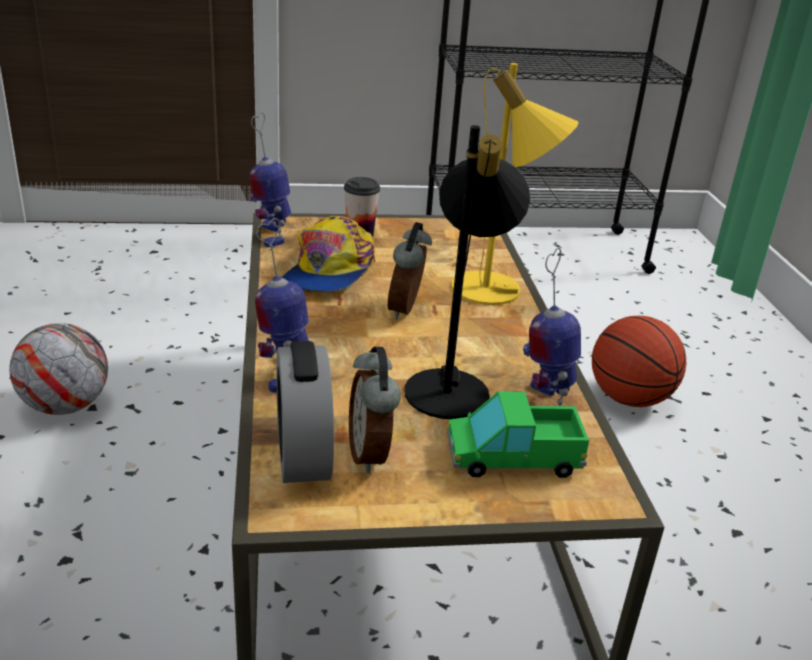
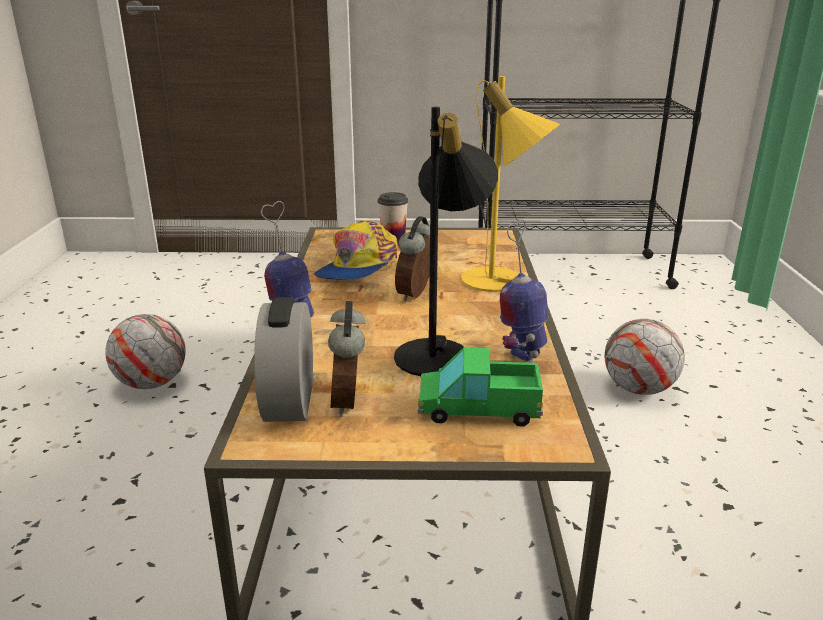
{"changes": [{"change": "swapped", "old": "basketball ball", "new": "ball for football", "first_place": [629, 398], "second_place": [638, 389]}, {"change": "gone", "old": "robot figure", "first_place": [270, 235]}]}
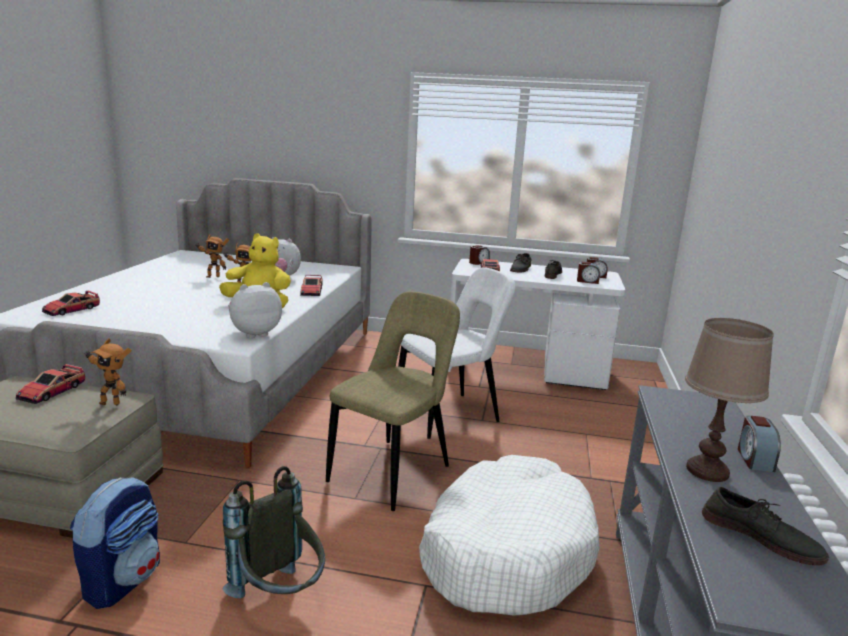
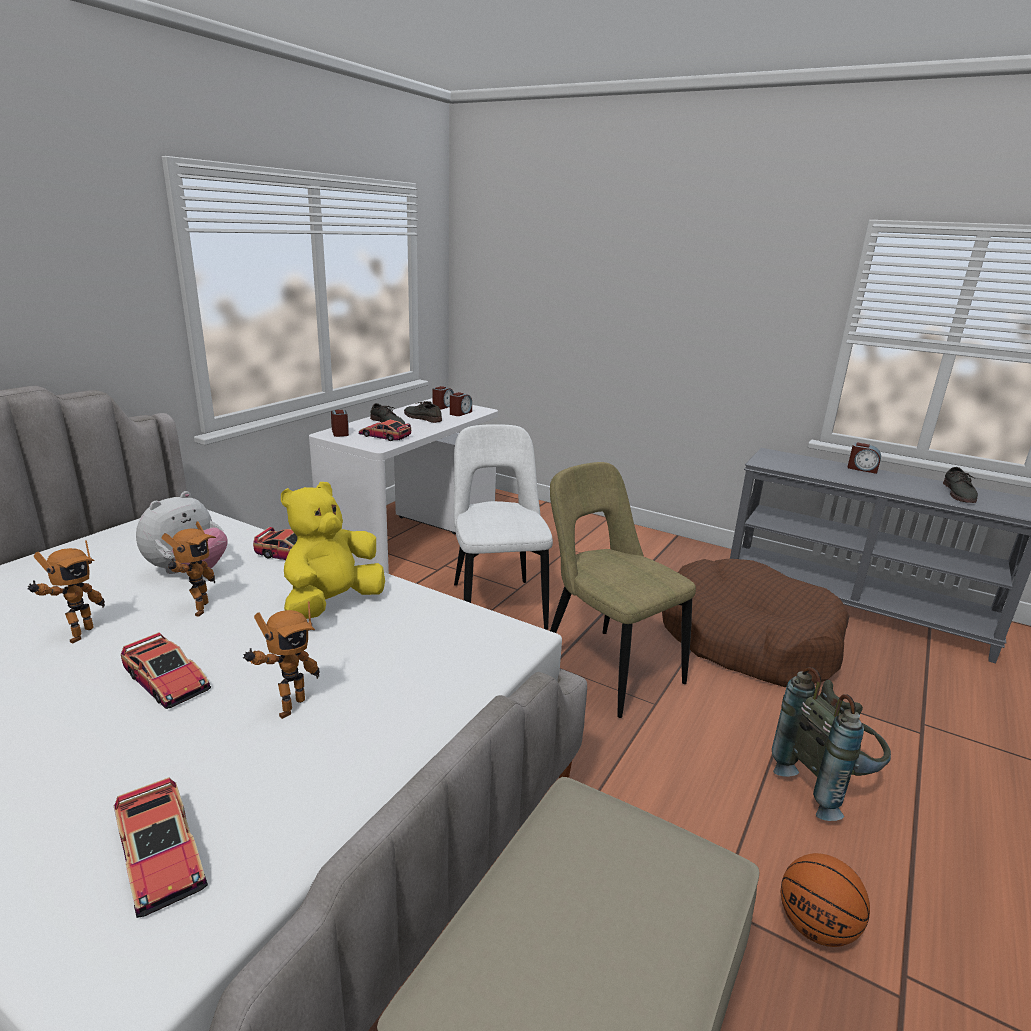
{"changes": [{"change": "shifted", "old": "miniature car", "first_place": [51, 391], "second_place": [167, 680]}, {"change": "shifted", "old": "robot figure", "first_place": [111, 403], "second_place": [288, 707]}, {"change": "repainted", "old": "white dog bed", "new": "brownish dog bed", "first_place": [506, 551], "second_place": [747, 639]}, {"change": "swapped", "old": "rucksack", "new": "basketball ball", "first_place": [123, 580], "second_place": [815, 926]}, {"change": "rotated", "old": "gray item of footwear", "first_place": [761, 536], "second_place": [959, 493], "degrees": 135}, {"change": "gone", "old": "plush toy", "first_place": [254, 333]}, {"change": "gone", "old": "brownish table lamp", "first_place": [706, 471]}]}
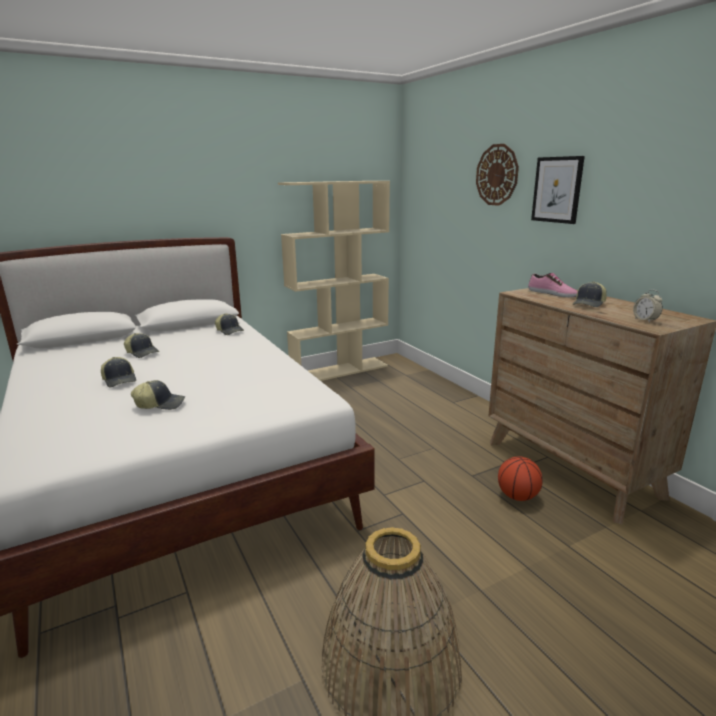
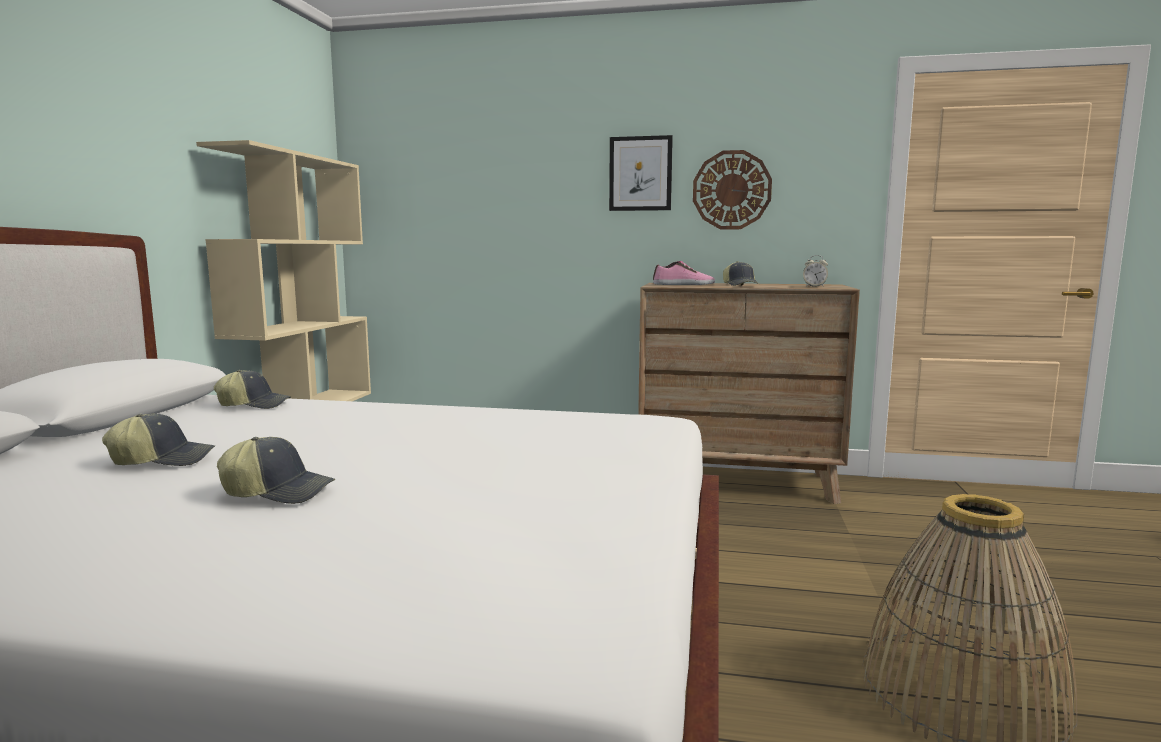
{"changes": [{"change": "shifted", "old": "wall clock", "first_place": [497, 175], "second_place": [731, 190]}, {"change": "gone", "old": "cap", "first_place": [160, 404]}, {"change": "gone", "old": "basketball ball", "first_place": [517, 496]}]}
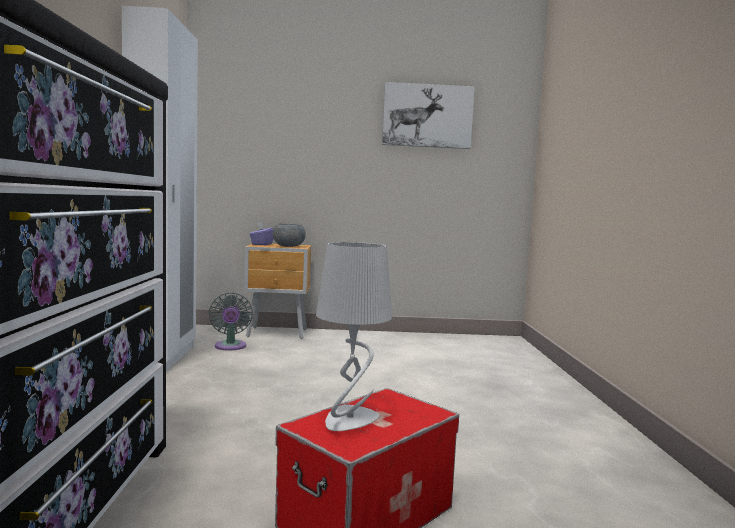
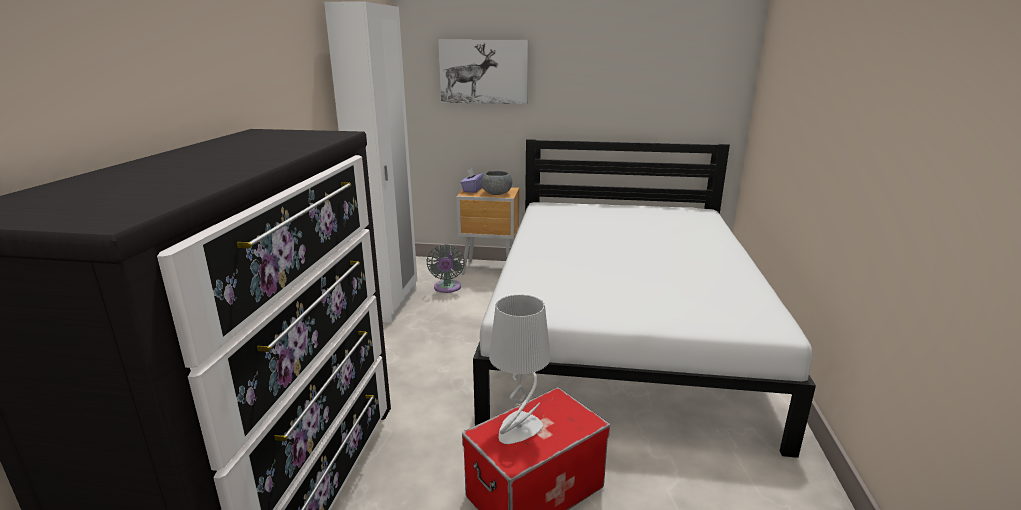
{"changes": [{"change": "shifted", "old": "wall picture", "first_place": [427, 116], "second_place": [484, 71]}, {"change": "new", "new": "white bedroom bed", "second_place": [621, 332]}]}
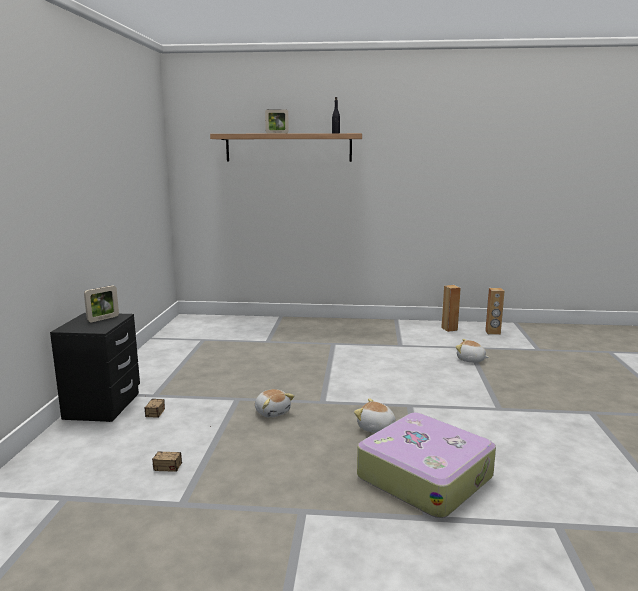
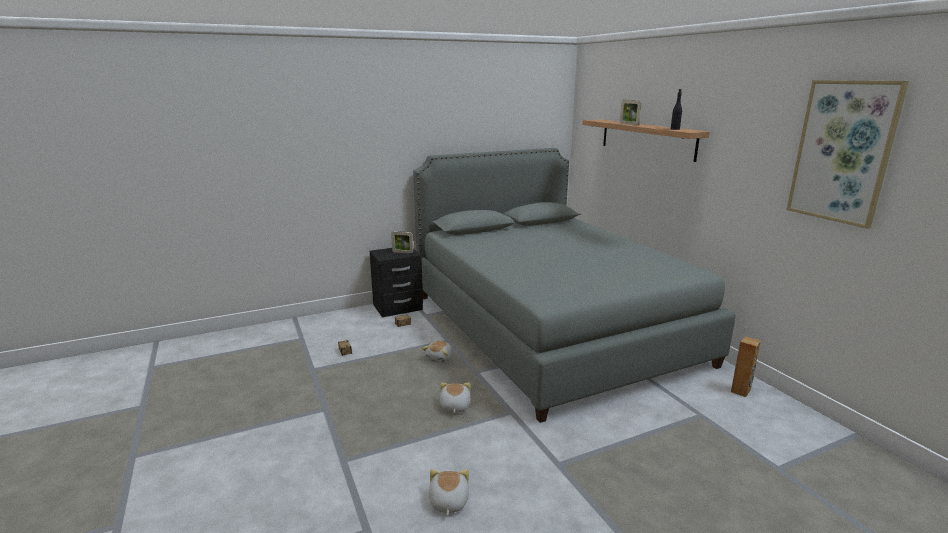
{"changes": [{"change": "new", "new": "gray bedroom bed", "second_place": [550, 327]}, {"change": "shifted", "old": "plush toy", "first_place": [470, 360], "second_place": [448, 502]}, {"change": "new", "new": "wall picture", "second_place": [843, 152]}, {"change": "gone", "old": "piece of luggage", "first_place": [425, 476]}, {"change": "gone", "old": "brownish speaker", "first_place": [493, 332]}]}
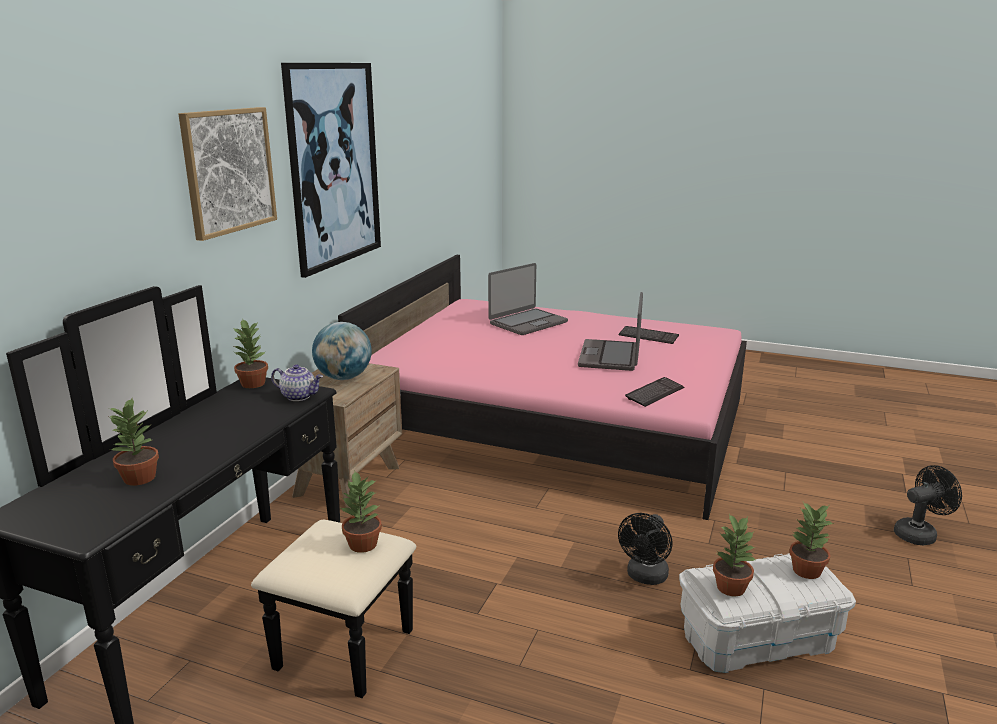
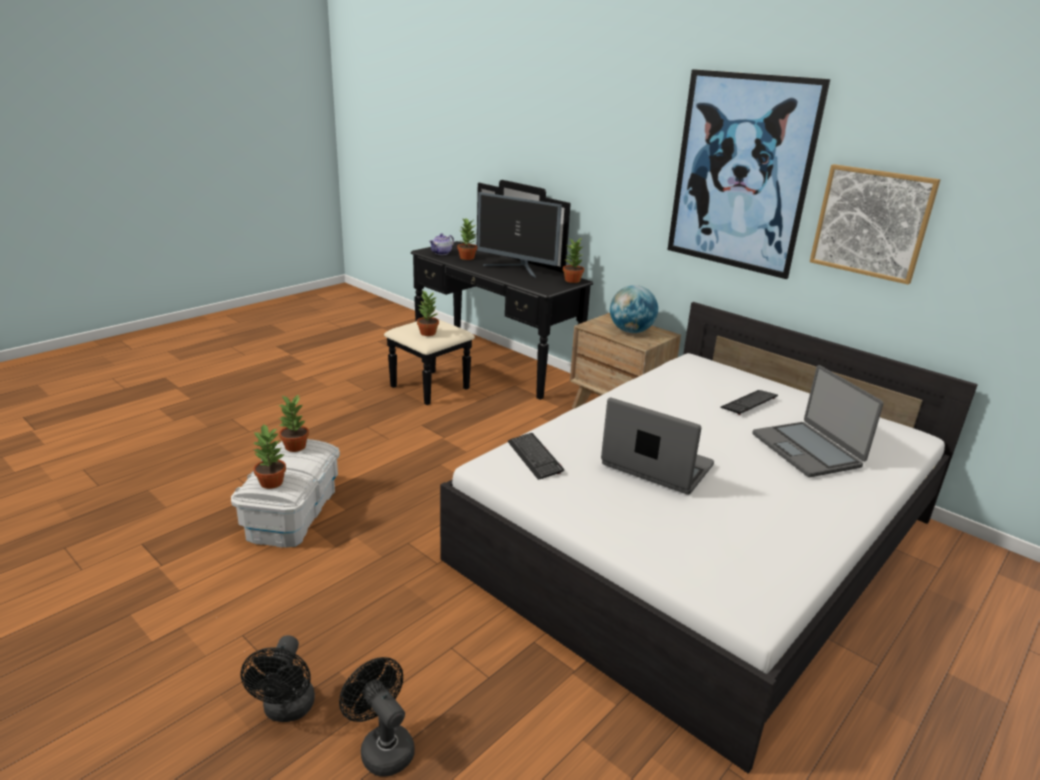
{"changes": [{"change": "shifted", "old": "black-coloured cooling fan", "first_place": [645, 577], "second_place": [382, 747]}, {"change": "shifted", "old": "tea pot", "first_place": [299, 396], "second_place": [441, 253]}, {"change": "repainted", "old": "pink bedroom bed", "new": "white bedroom bed", "first_place": [556, 423], "second_place": [699, 539]}, {"change": "new", "new": "computer screen", "second_place": [517, 269]}, {"change": "shifted", "old": "computer keyboard", "first_place": [648, 336], "second_place": [749, 403]}, {"change": "shifted", "old": "wall picture", "first_place": [228, 171], "second_place": [871, 223]}]}
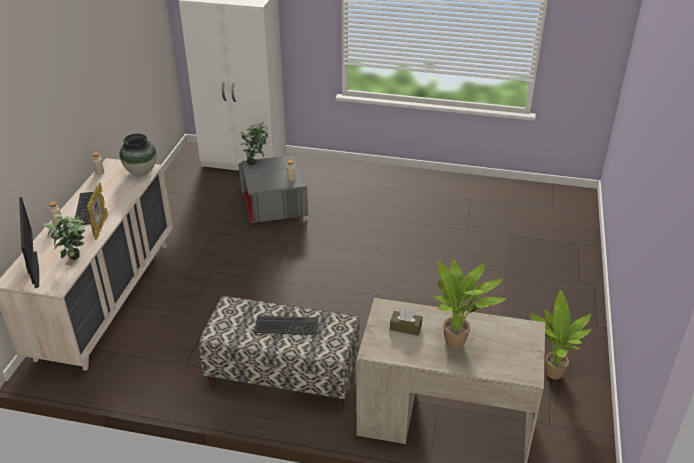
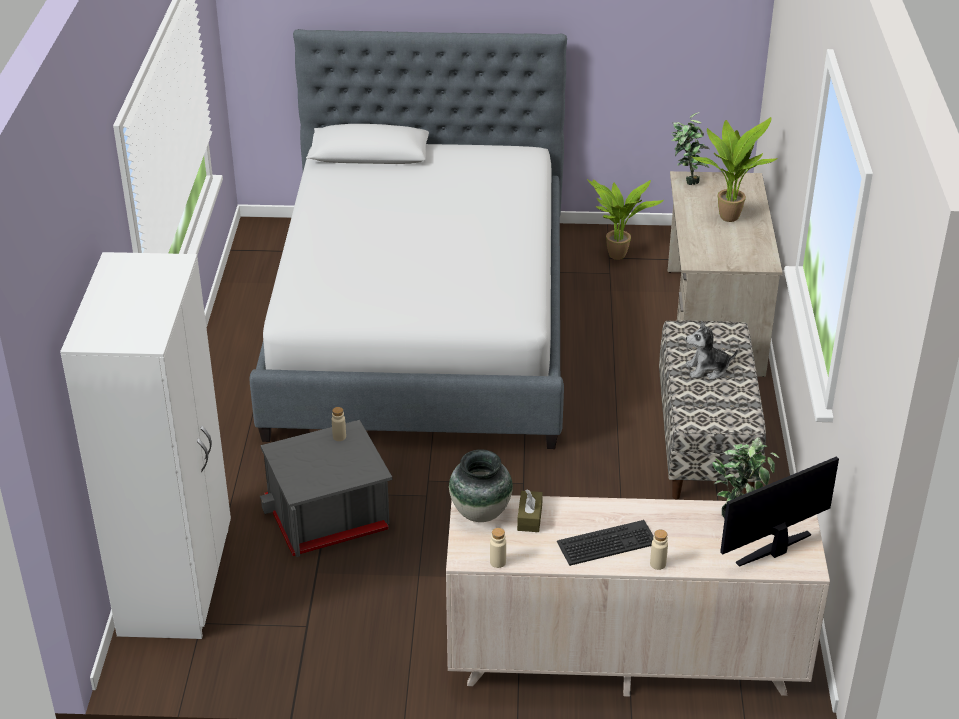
{"changes": [{"change": "new", "new": "bedroom bed", "second_place": [422, 325]}, {"change": "shifted", "old": "brownish tissue box", "first_place": [405, 327], "second_place": [529, 518]}, {"change": "shifted", "old": "potted plant", "first_place": [256, 162], "second_place": [686, 180]}, {"change": "swapped", "old": "computer keyboard", "new": "plush toy", "first_place": [286, 326], "second_place": [707, 369]}, {"change": "gone", "old": "picture frame", "first_place": [101, 227]}]}
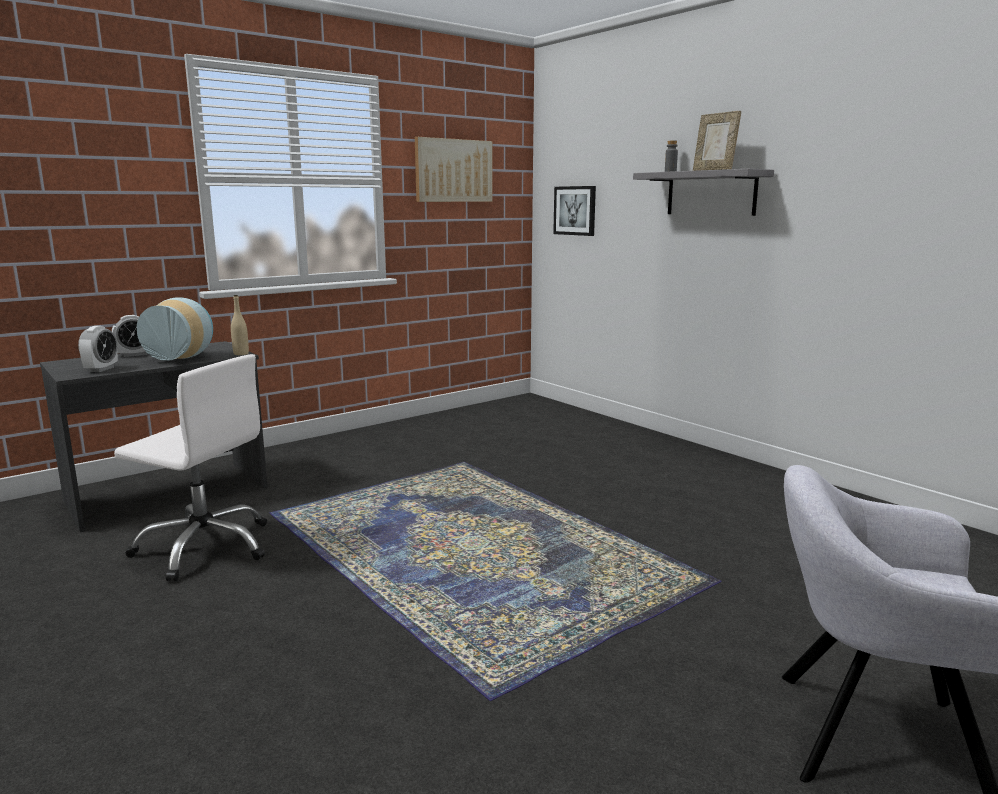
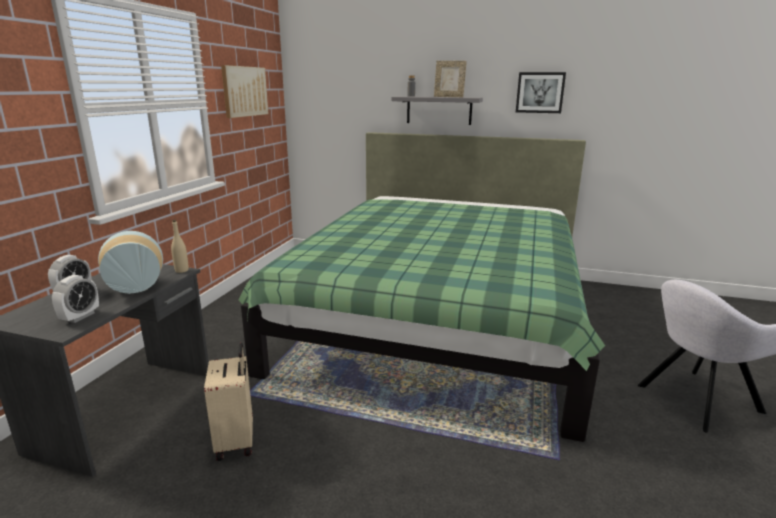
{"changes": [{"change": "rotated", "old": "alarm clock", "first_place": [101, 369], "second_place": [80, 317], "degrees": 45}, {"change": "swapped", "old": "white desk chair", "new": "beige-coloured piece of luggage", "first_place": [205, 547], "second_place": [236, 441]}, {"change": "new", "new": "greenish bedroom bed", "second_place": [437, 318]}, {"change": "shifted", "old": "wall picture", "first_place": [575, 210], "second_place": [540, 92]}]}
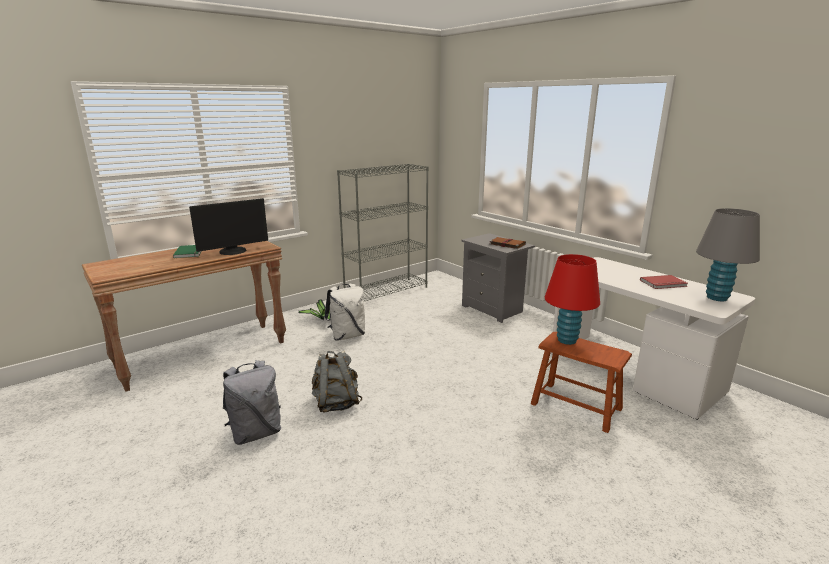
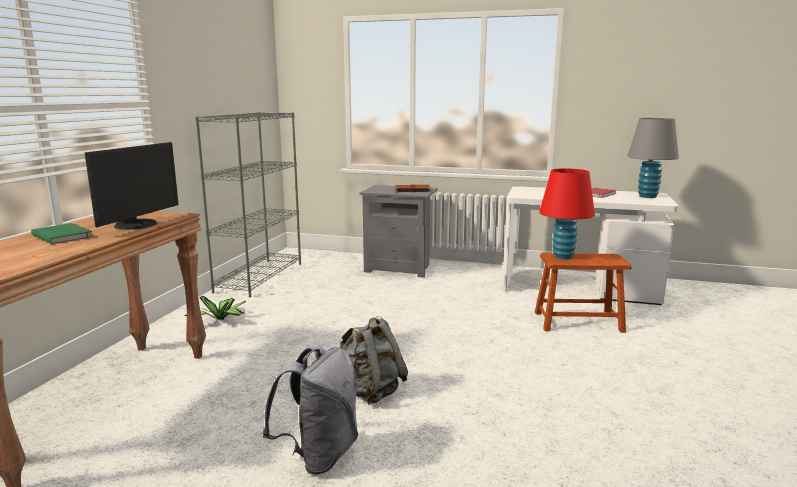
{"changes": [{"change": "gone", "old": "white rucksack", "first_place": [347, 335]}]}
